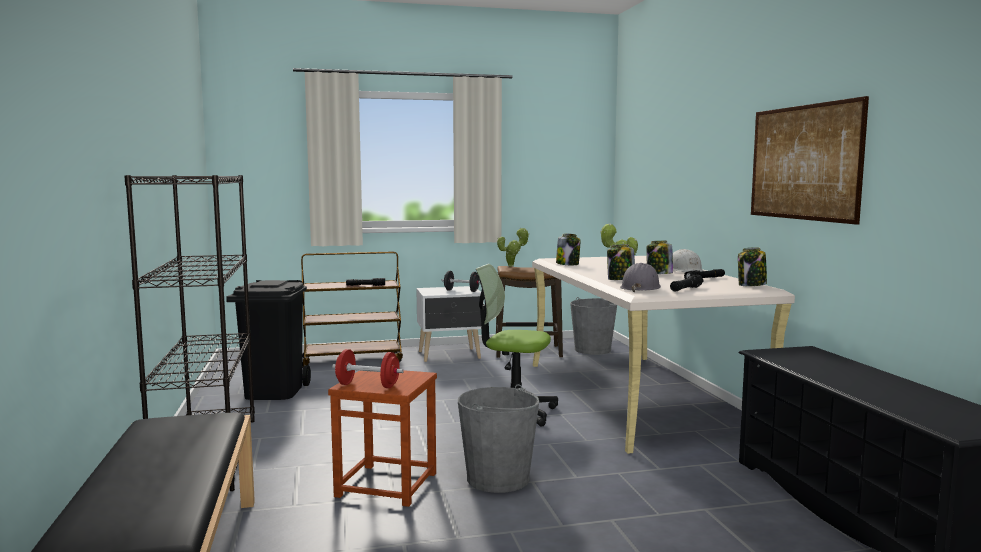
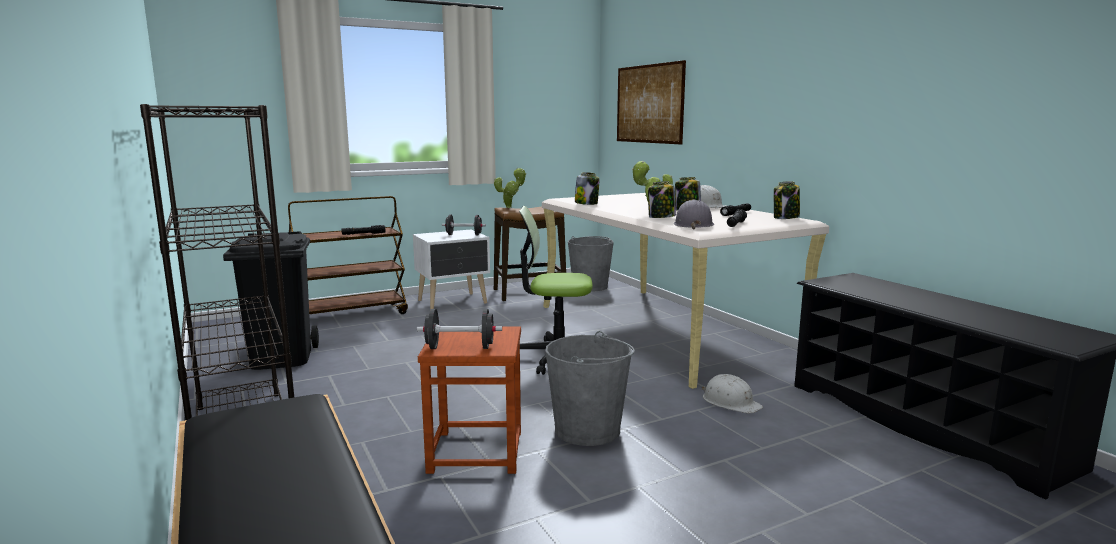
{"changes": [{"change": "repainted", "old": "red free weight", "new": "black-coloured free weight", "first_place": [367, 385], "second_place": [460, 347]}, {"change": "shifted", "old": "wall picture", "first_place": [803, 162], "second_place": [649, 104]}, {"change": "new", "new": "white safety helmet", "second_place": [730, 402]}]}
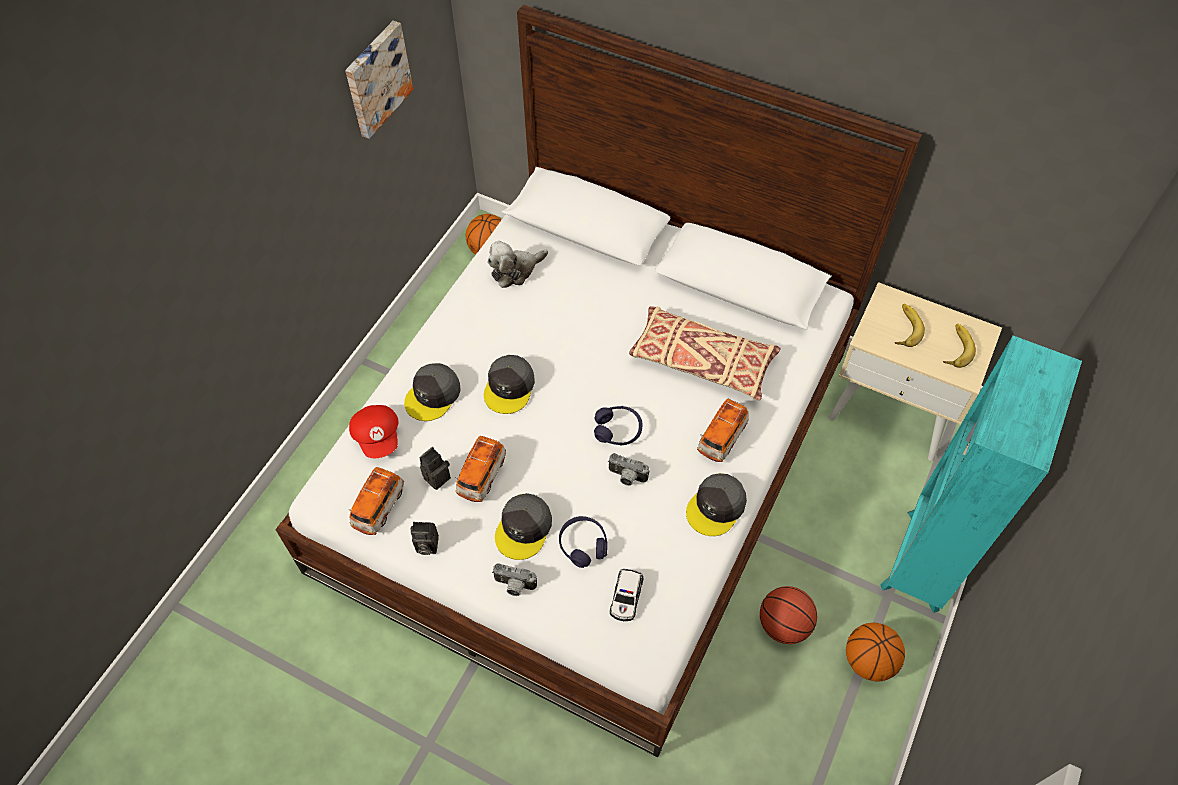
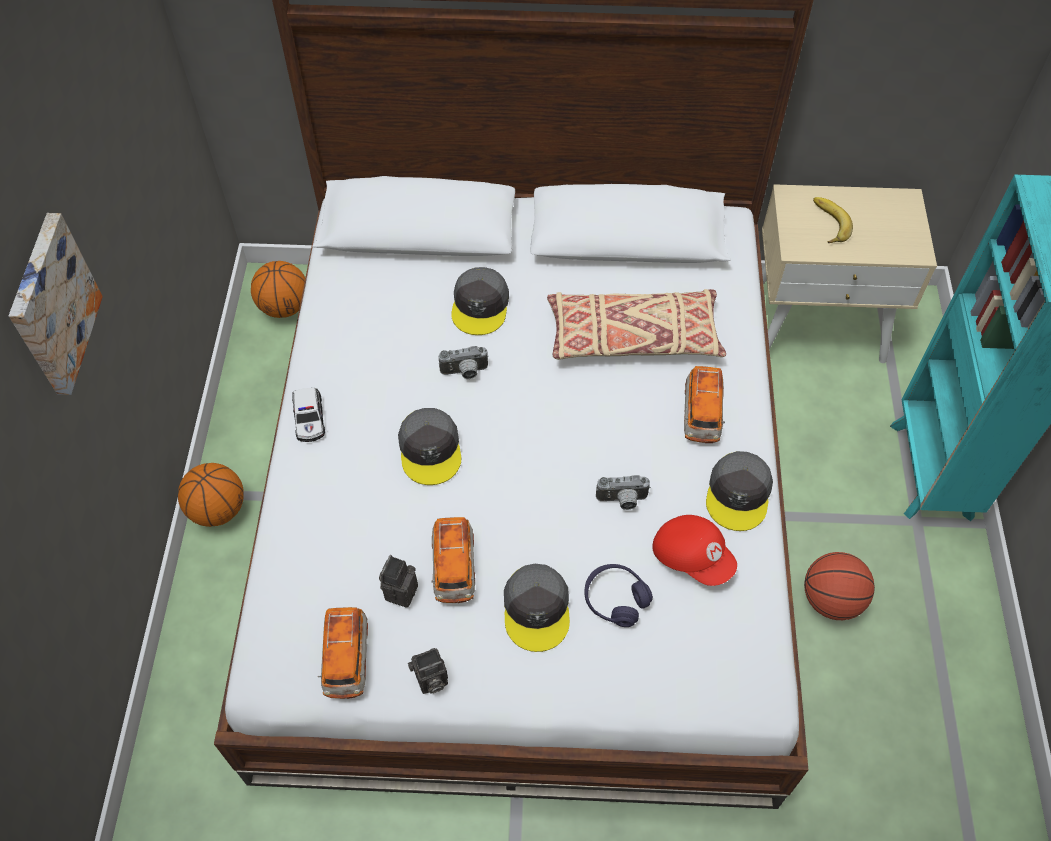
{"changes": [{"change": "shifted", "old": "wall picture", "first_place": [376, 78], "second_place": [51, 305]}, {"change": "shifted", "old": "basketball ball", "first_place": [868, 660], "second_place": [218, 509]}, {"change": "shifted", "old": "miniature car", "first_place": [626, 597], "second_place": [309, 418]}, {"change": "shifted", "old": "still camera", "first_place": [514, 586], "second_place": [465, 373]}, {"change": "shifted", "old": "gray cap", "first_place": [433, 395], "second_place": [480, 306]}, {"change": "shifted", "old": "red cap", "first_place": [378, 436], "second_place": [692, 556]}, {"change": "gone", "old": "plush toy", "first_place": [515, 270]}, {"change": "gone", "old": "purple-coloured pair of headphones", "first_place": [618, 430]}, {"change": "gone", "old": "banana", "first_place": [954, 348]}]}
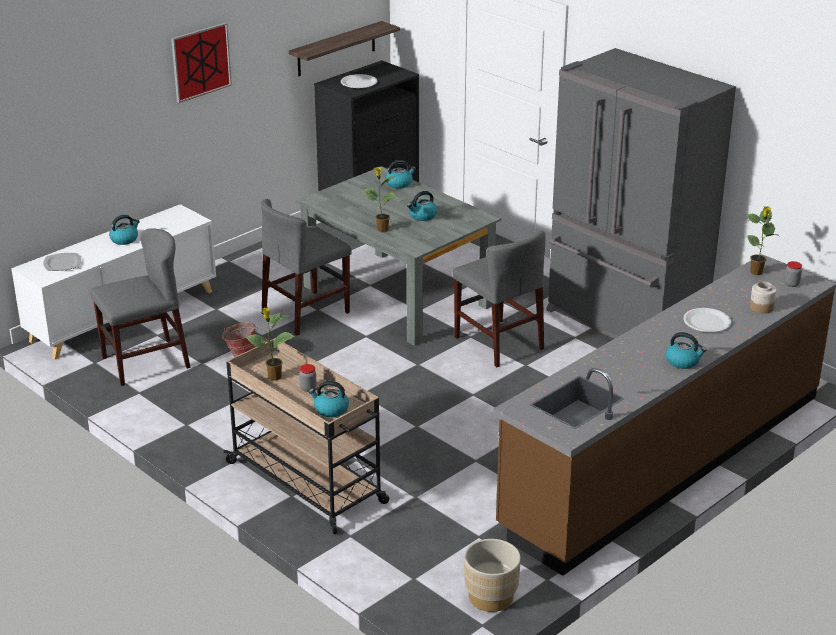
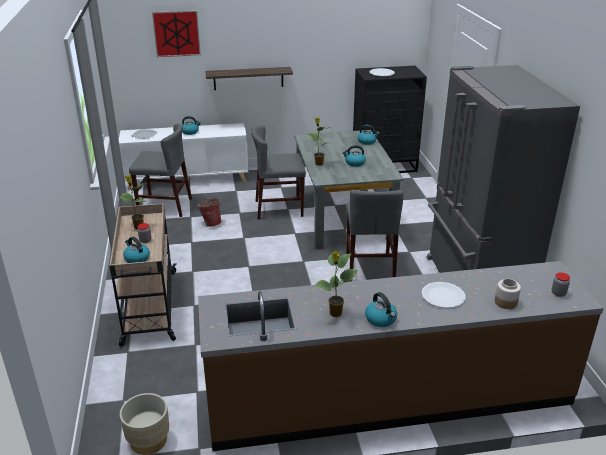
{"changes": [{"change": "shifted", "old": "wall picture", "first_place": [201, 62], "second_place": [176, 33]}, {"change": "shifted", "old": "wall shelf", "first_place": [336, 49], "second_place": [248, 78]}, {"change": "shifted", "old": "potted plant", "first_place": [756, 272], "second_place": [335, 314]}]}
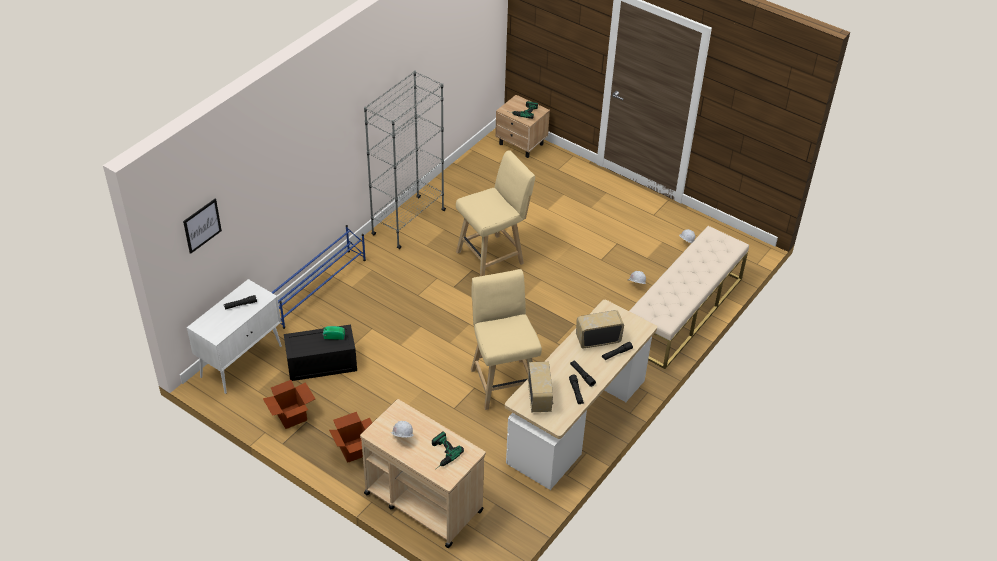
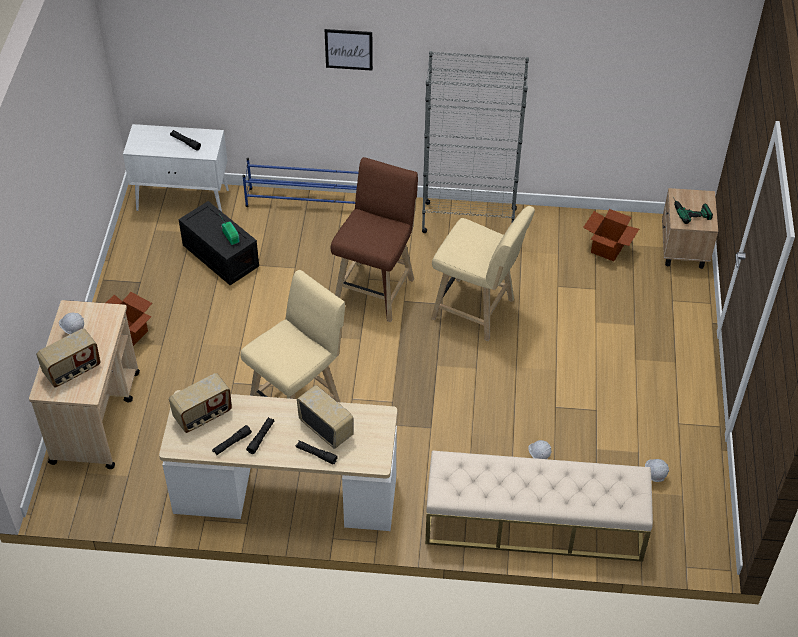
{"changes": [{"change": "swapped", "old": "drill", "new": "radio", "first_place": [440, 454], "second_place": [72, 370]}, {"change": "shifted", "old": "wall picture", "first_place": [202, 225], "second_place": [348, 49]}, {"change": "new", "new": "brownish stool", "second_place": [376, 288]}, {"change": "shifted", "old": "cardboard box", "first_place": [291, 416], "second_place": [607, 248]}]}
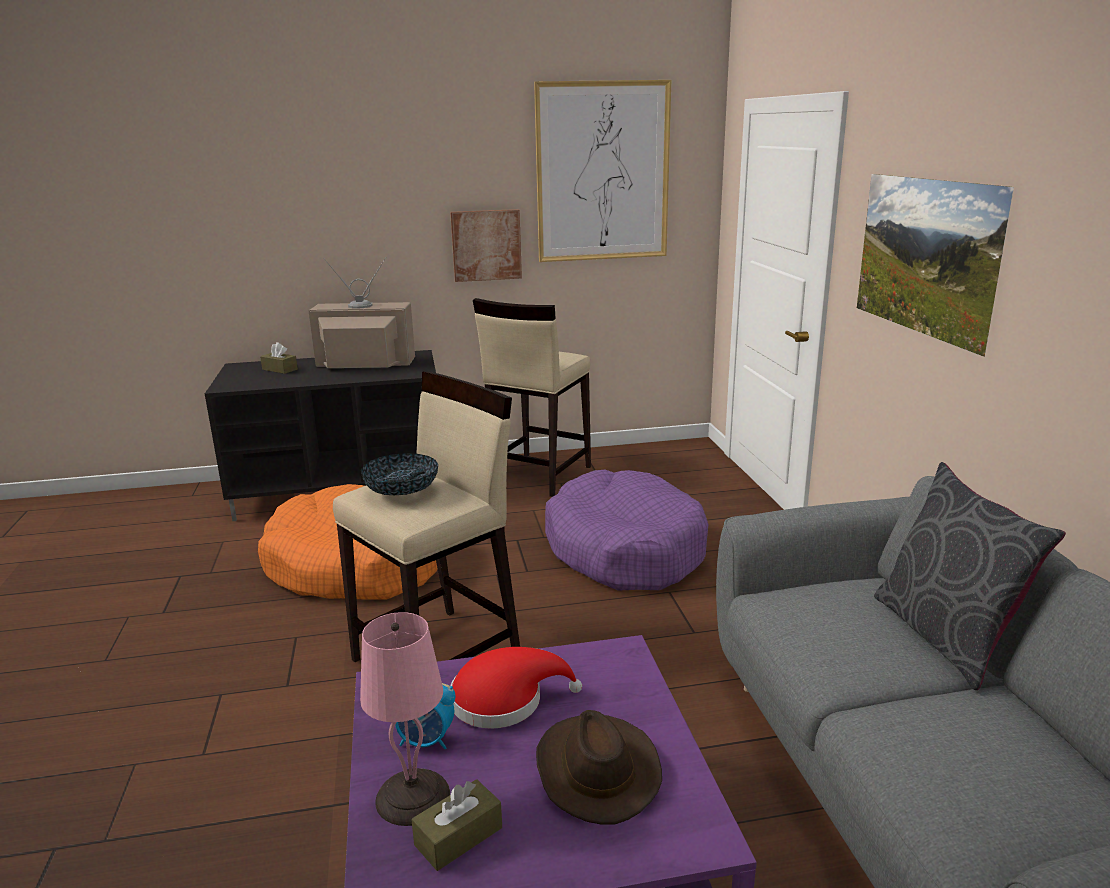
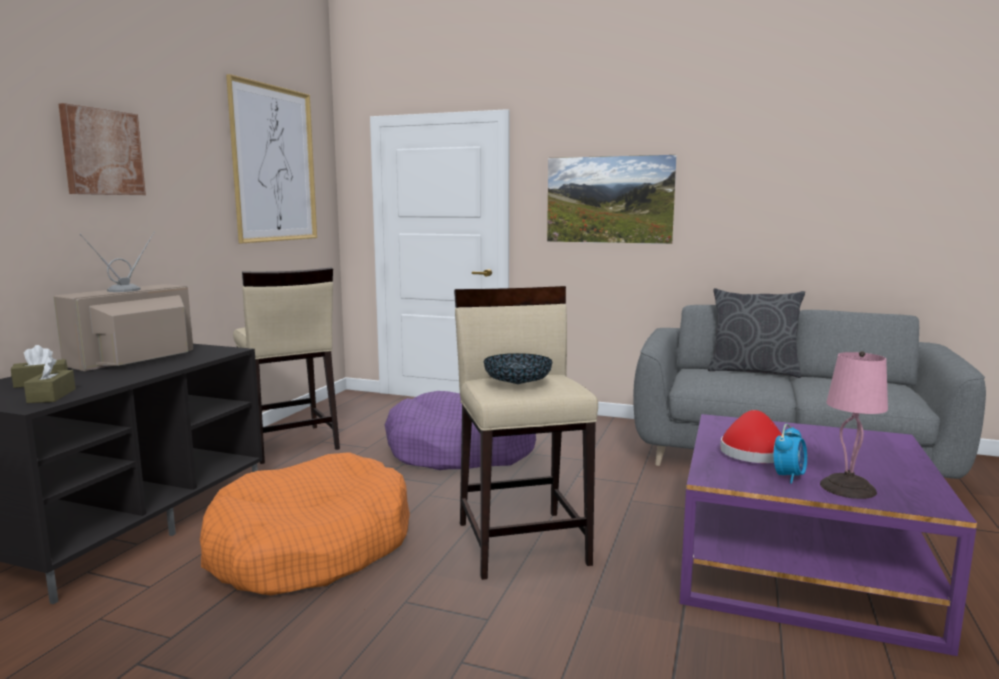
{"changes": [{"change": "shifted", "old": "brownish tissue box", "first_place": [458, 836], "second_place": [51, 396]}, {"change": "shifted", "old": "wall picture", "first_place": [486, 245], "second_place": [102, 152]}, {"change": "gone", "old": "brownish hat", "first_place": [595, 770]}]}
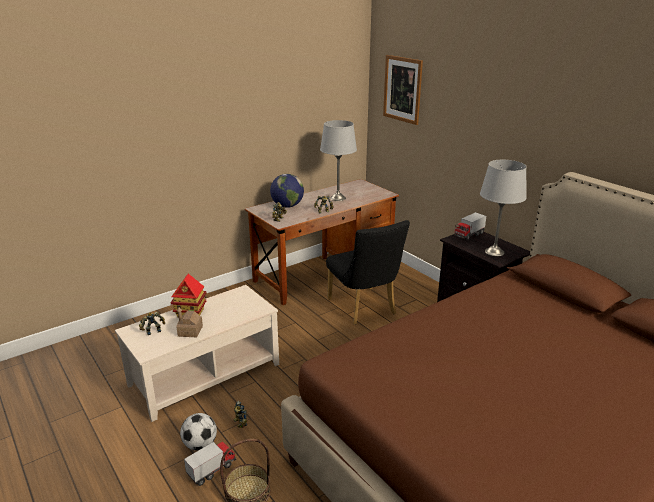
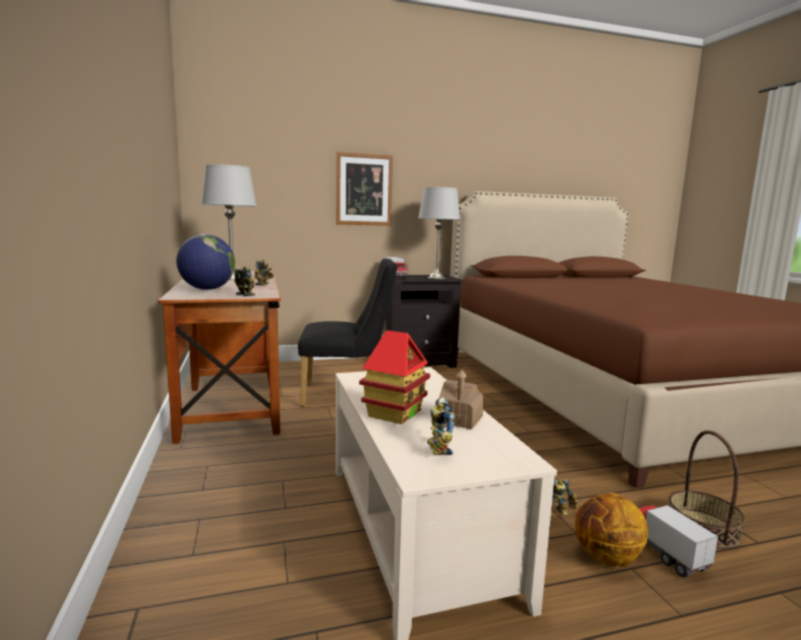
{"changes": [{"change": "shifted", "old": "wall picture", "first_place": [402, 89], "second_place": [364, 190]}, {"change": "swapped", "old": "ball for football", "new": "basketball ball", "first_place": [200, 444], "second_place": [606, 558]}]}
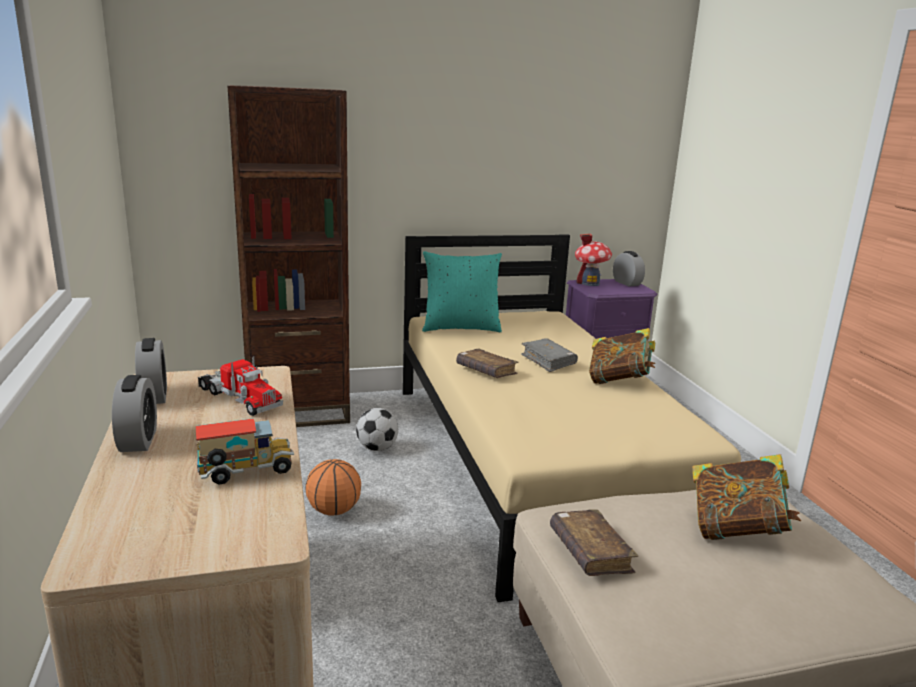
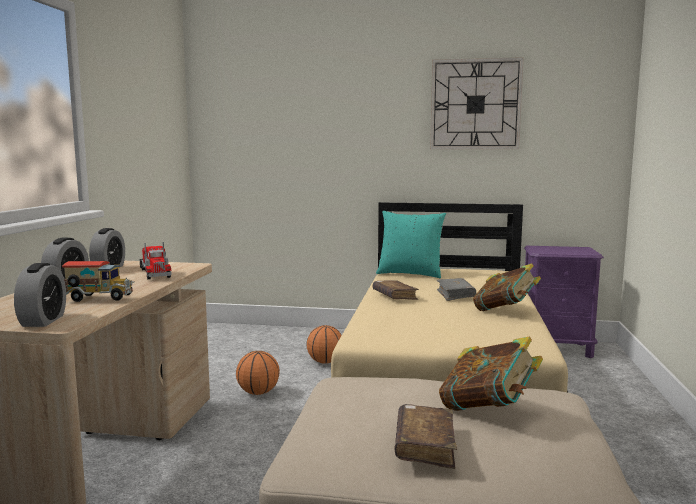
{"changes": [{"change": "shifted", "old": "alarm clock", "first_place": [626, 283], "second_place": [43, 321]}, {"change": "swapped", "old": "ball for football", "new": "basketball ball", "first_place": [377, 448], "second_place": [325, 362]}, {"change": "shifted", "old": "brownish book", "first_place": [590, 552], "second_place": [425, 446]}, {"change": "new", "new": "wall clock", "second_place": [475, 104]}, {"change": "gone", "old": "brownish bookcase", "first_place": [298, 412]}, {"change": "gone", "old": "model house", "first_place": [590, 283]}]}
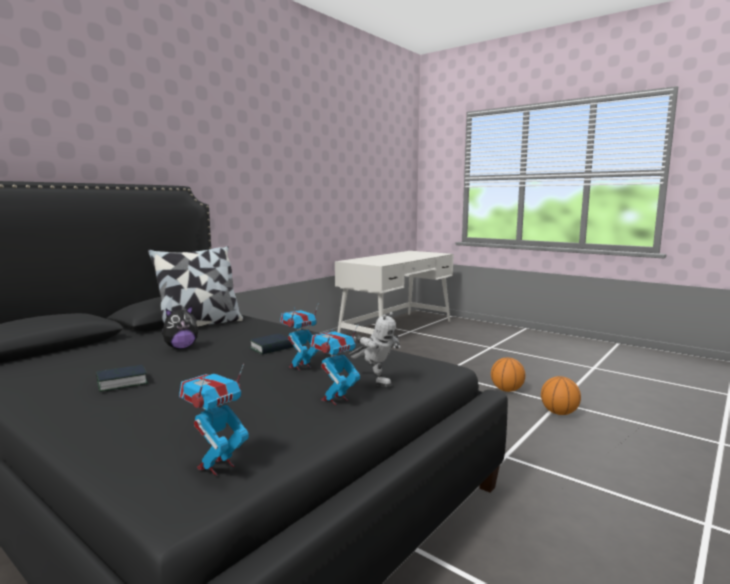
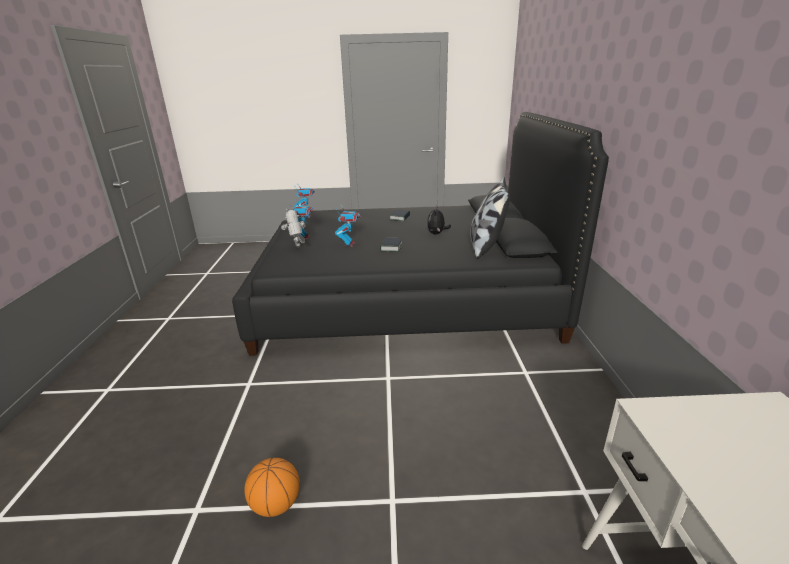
{"changes": [{"change": "rotated", "old": "robot figure", "first_place": [375, 381], "second_place": [298, 248], "degrees": 60}, {"change": "gone", "old": "basketball ball", "first_place": [559, 413]}]}
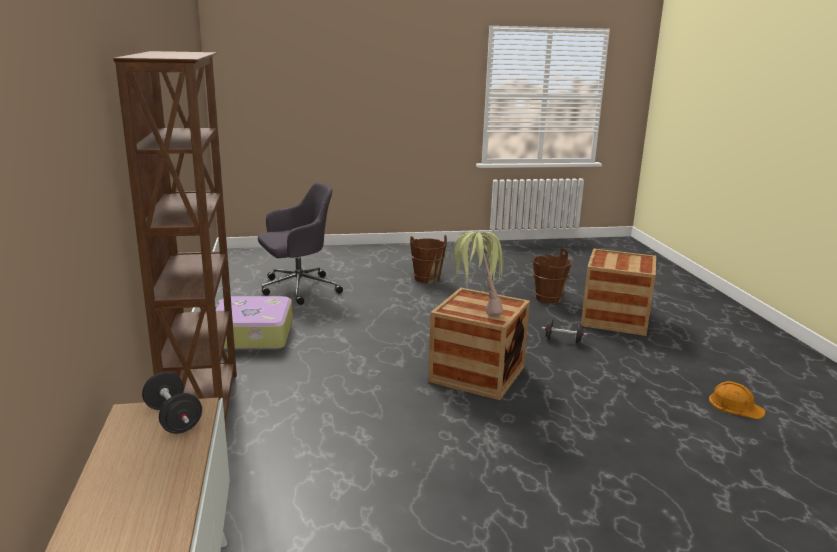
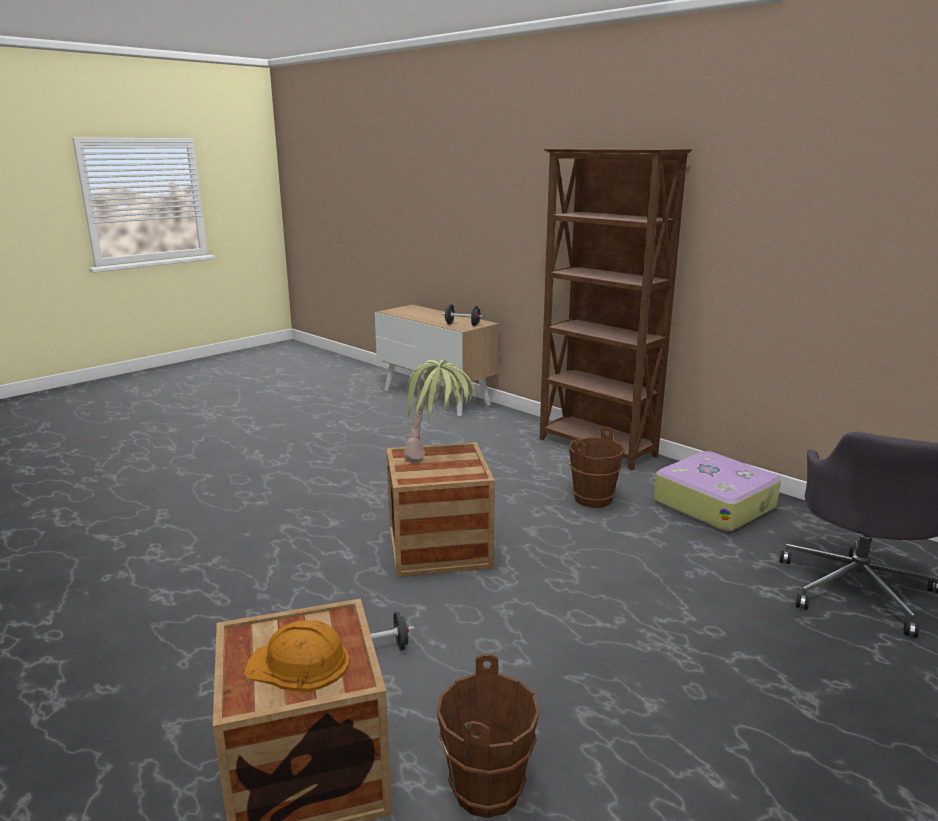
{"changes": [{"change": "shifted", "old": "orange-coloured safety helmet", "first_place": [735, 405], "second_place": [299, 664]}, {"change": "shifted", "old": "brownish bucket", "first_place": [427, 279], "second_place": [593, 499]}]}
